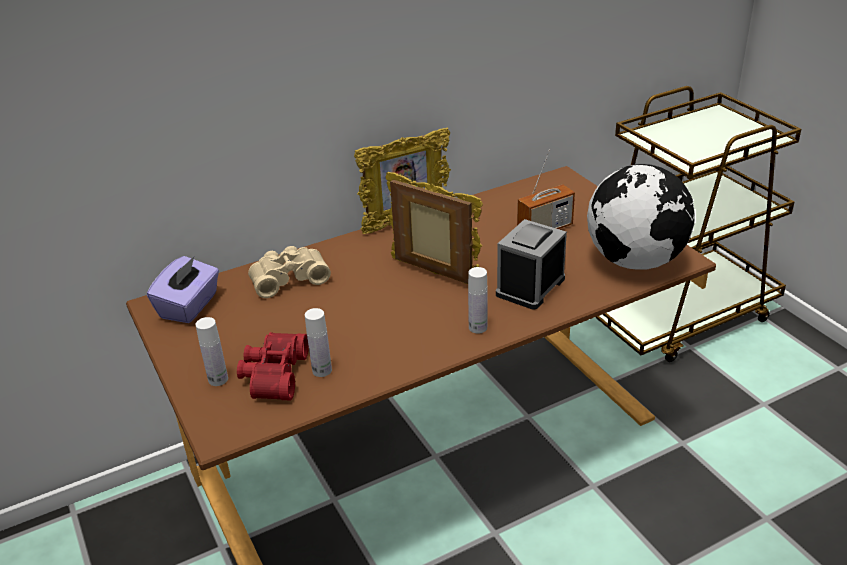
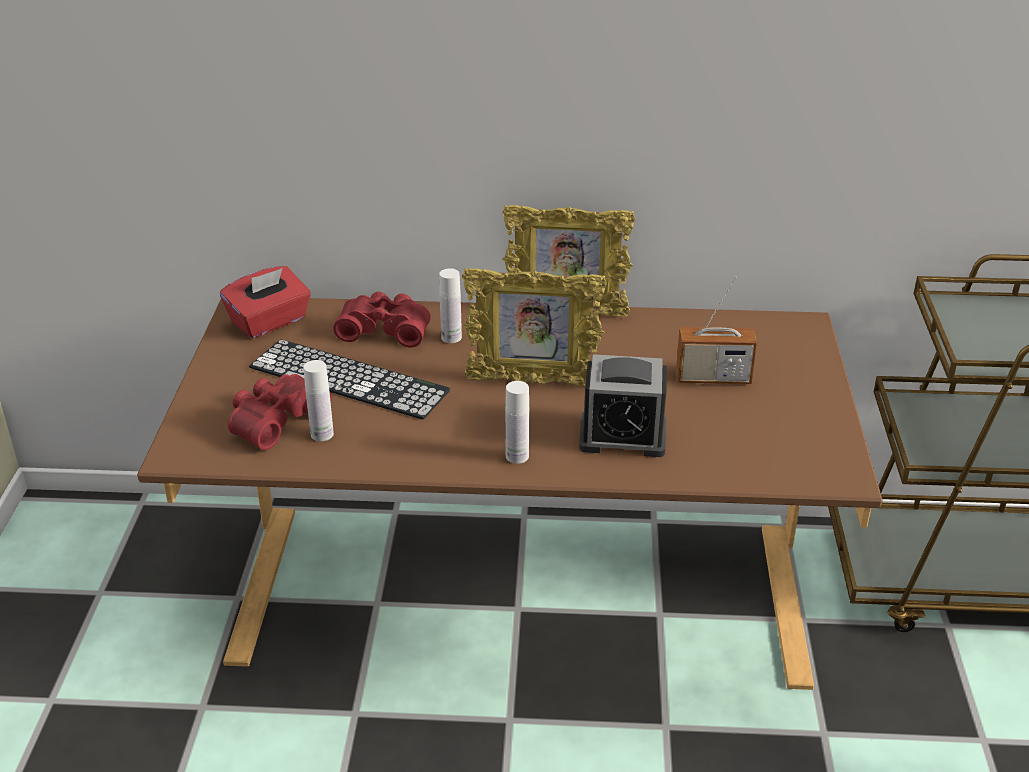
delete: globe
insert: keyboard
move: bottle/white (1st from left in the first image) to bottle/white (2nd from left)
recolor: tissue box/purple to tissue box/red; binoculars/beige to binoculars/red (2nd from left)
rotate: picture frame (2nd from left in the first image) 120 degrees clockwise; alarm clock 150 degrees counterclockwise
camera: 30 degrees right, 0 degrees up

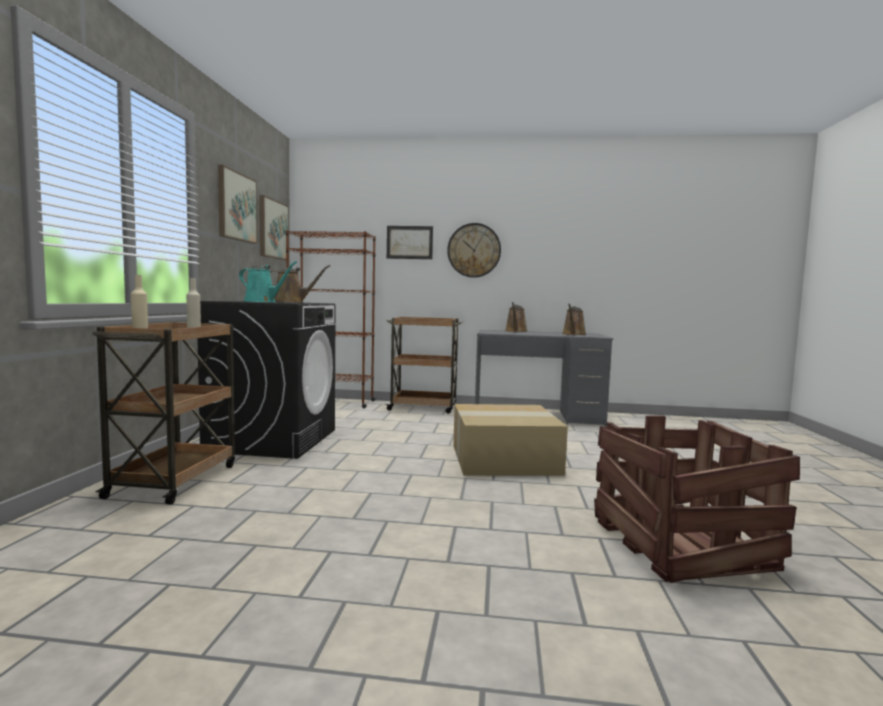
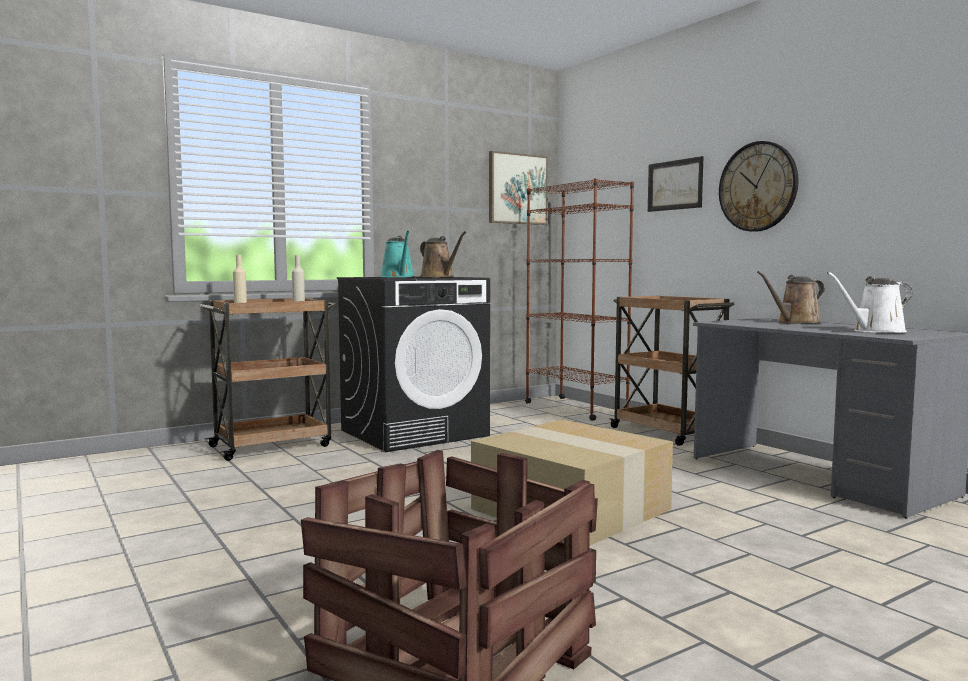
delete: picture (1st from left)
recolor: watering can/brown (3rd from left) to watering can/white
camera: 50 degrees right, 0 degrees up

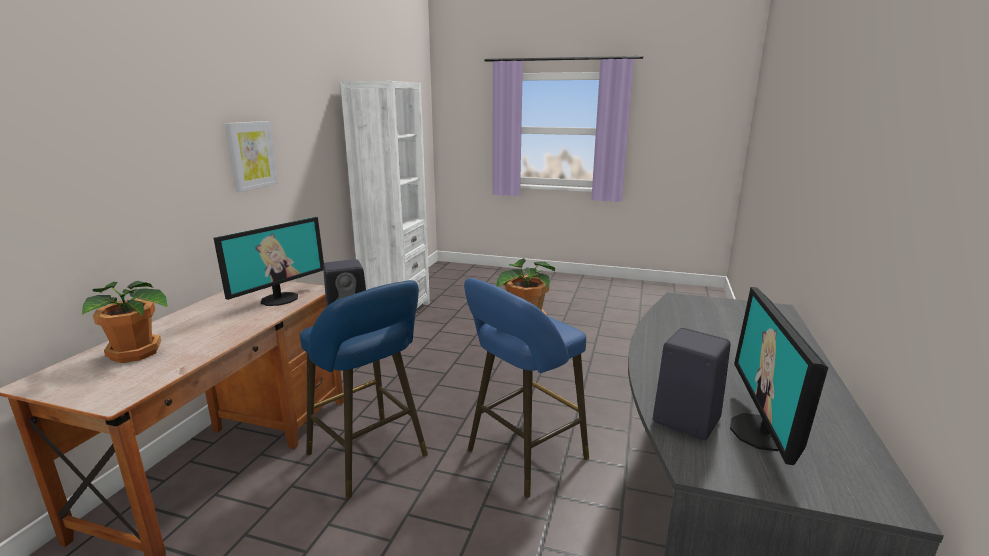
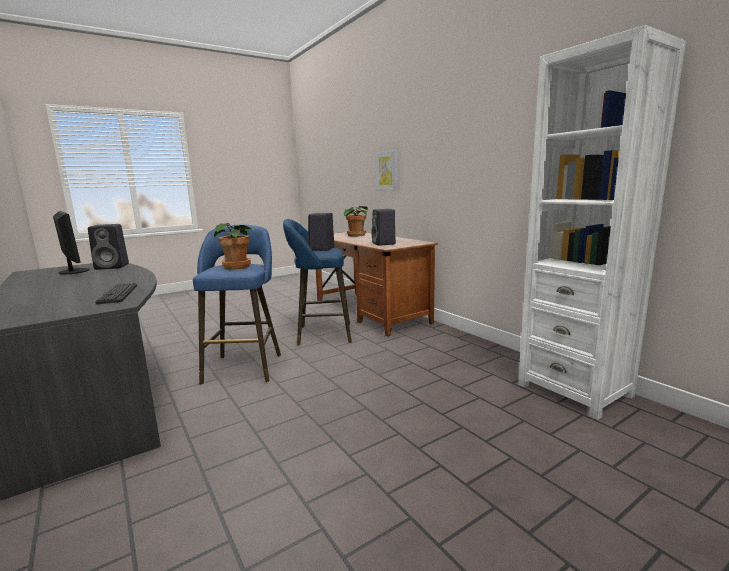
insert: keyboard
move: picture
replace: monitor (1st from left) to speaker/black (3rd from left)
camera: 130 degrees right, 5 degrees down

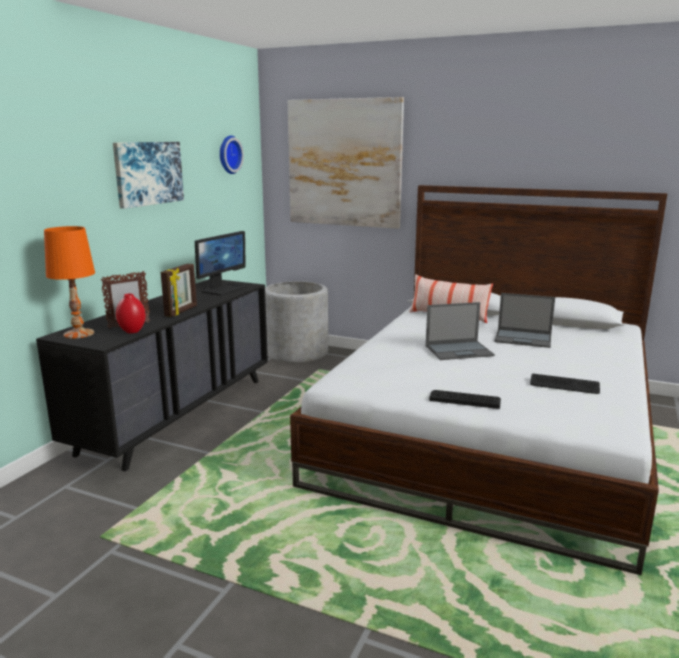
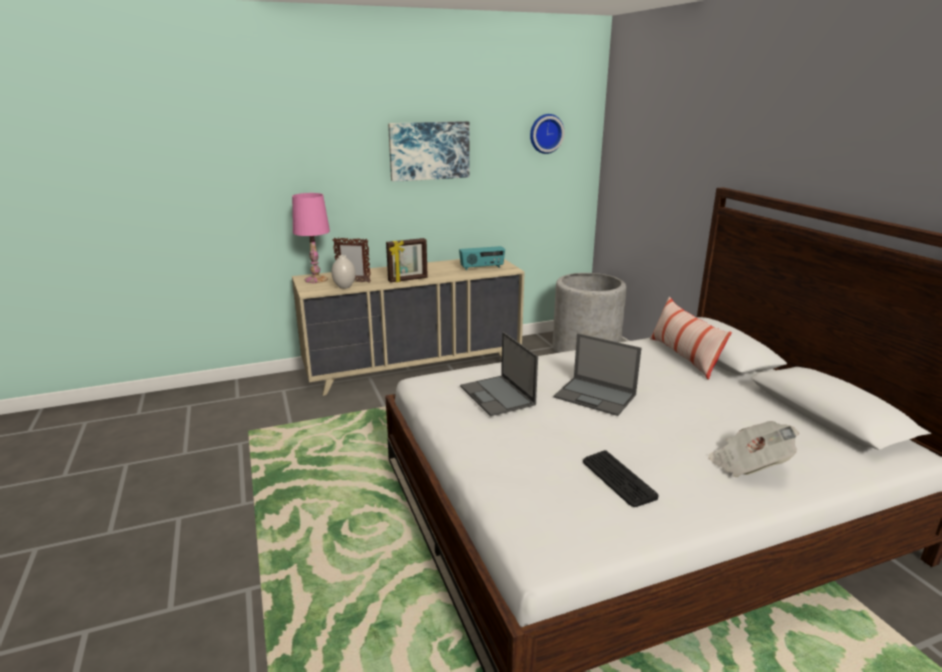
delete: picture (2nd from left); keyboard (1st from left)
insert: newspaper
move: laptop (2nd from left in the first image) to laptop (1st from left)
replace: monitor to radio
recolor: dresser/black to dresser/beige; table lamp/orange to table lamp/pink; vase/red to vase/white
camera: 45 degrees right, 5 degrees up

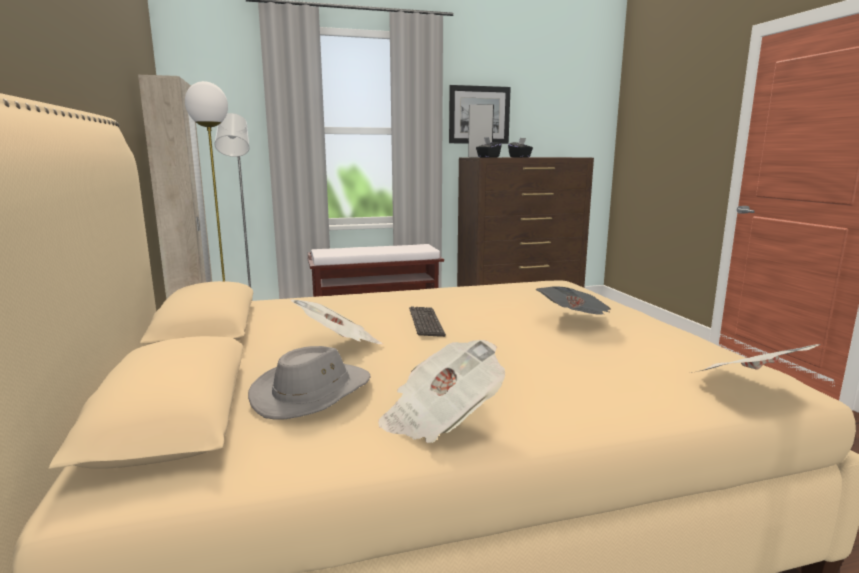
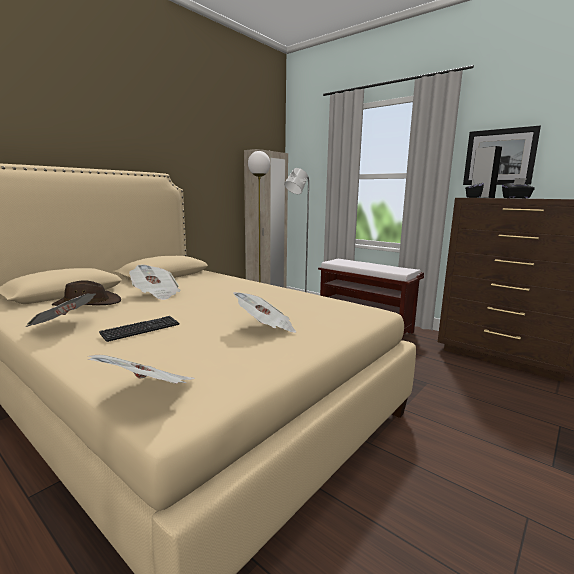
move: keyboard
recolor: hat/grey to hat/brown
camera: 55 degrees right, 0 degrees up

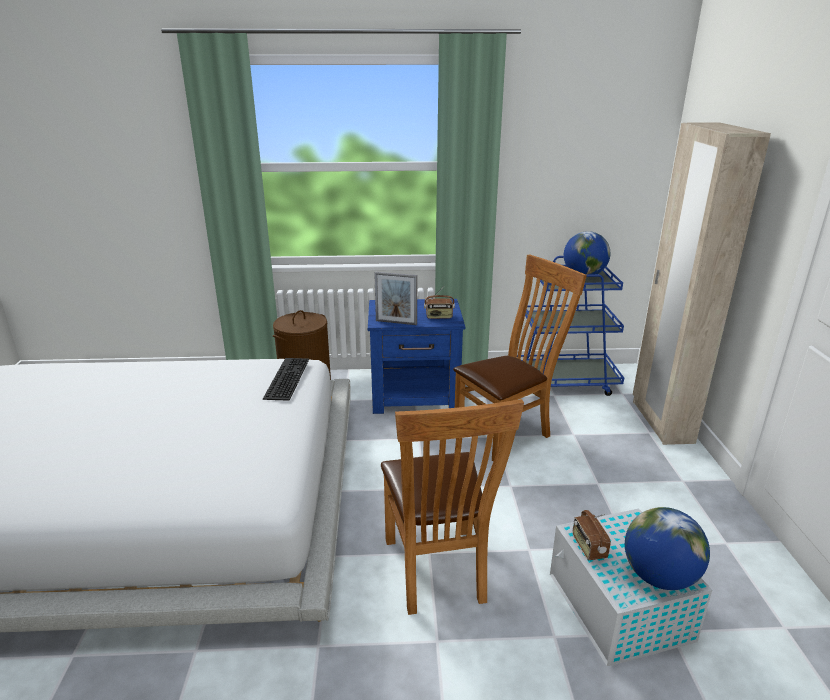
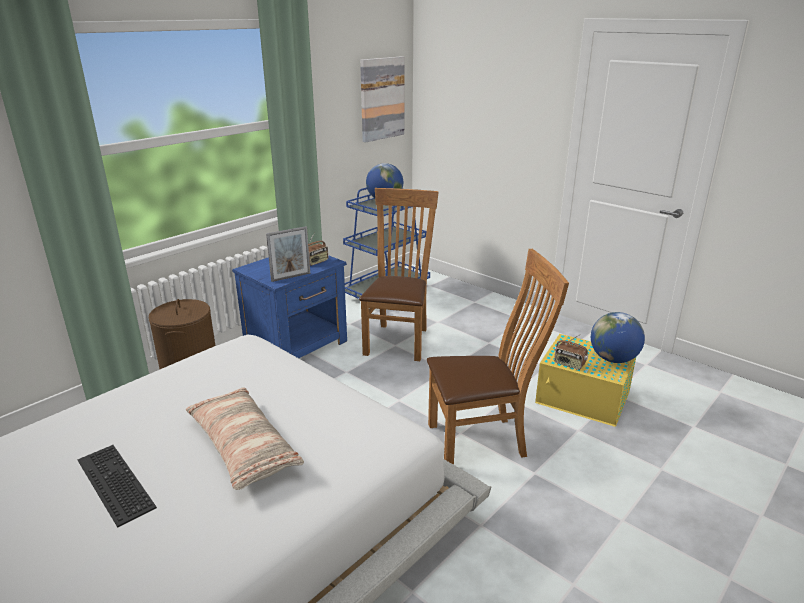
delete: wardrobe/beige
insert: pillow; picture
move: keyboard
recolor: storage box/white to storage box/yellow
rotate: chair/brown (1st from left in the first image) 45 degrees counterclockwise
camera: 45 degrees left, 0 degrees up

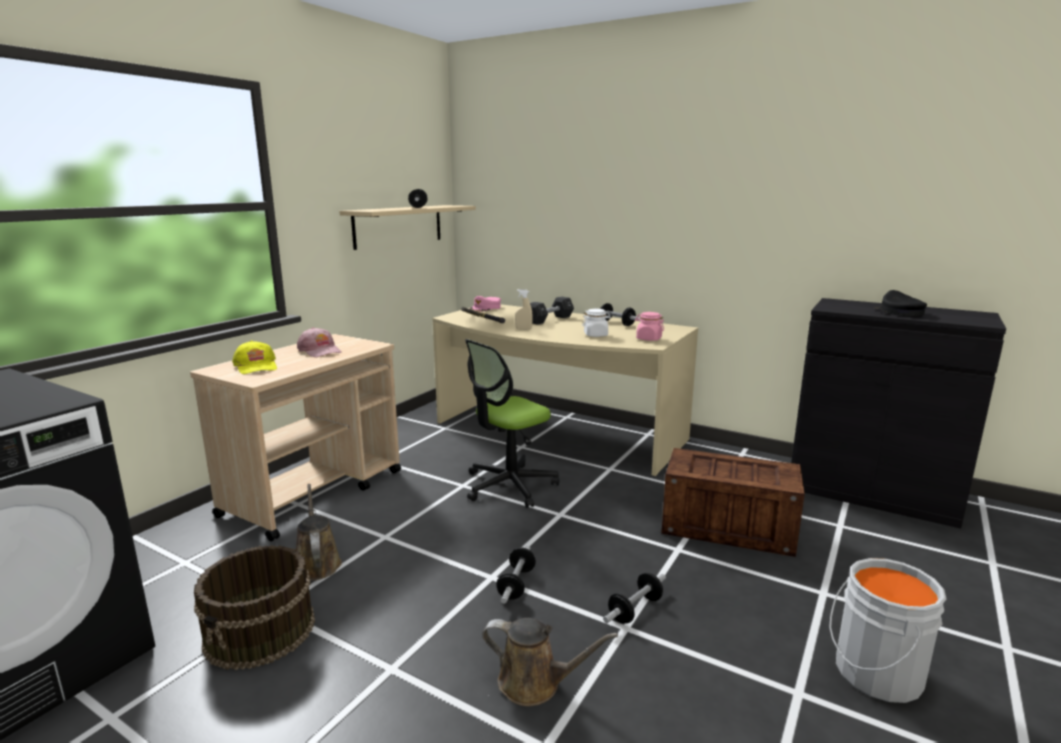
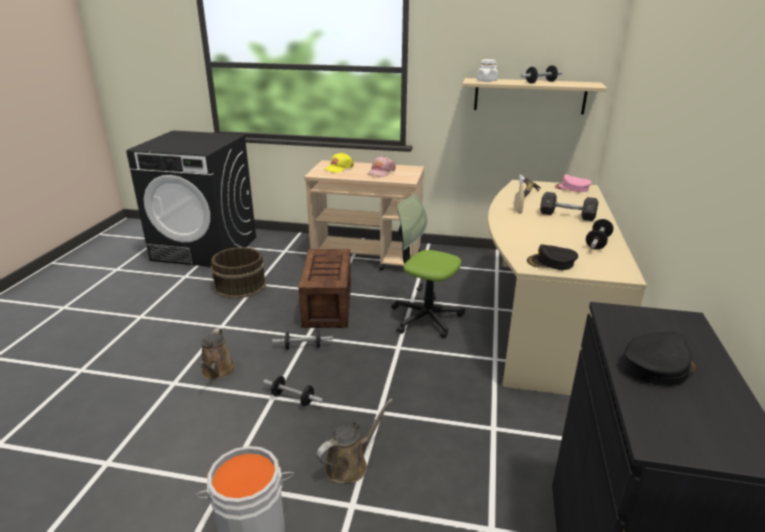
move: watering can/brown (1st from left in the first image) to watering can/brown (2nd from left); jar/white; crate
replace: jar/pink to cap/black (1st from left)
camera: 70 degrees right, 10 degrees up

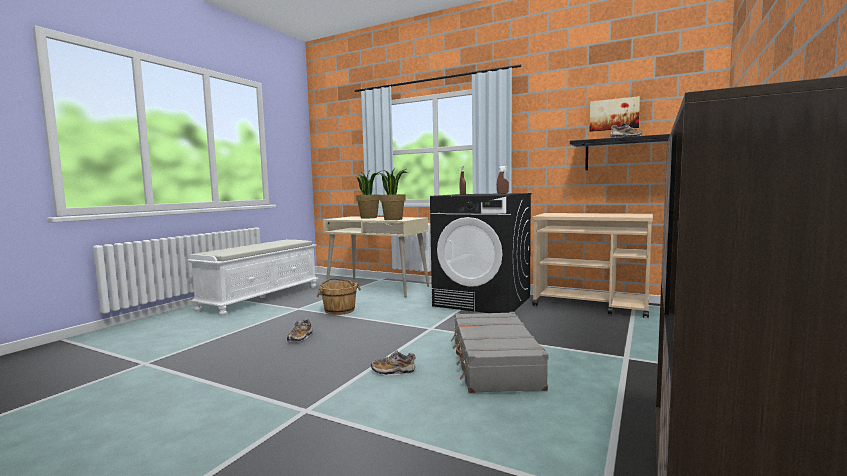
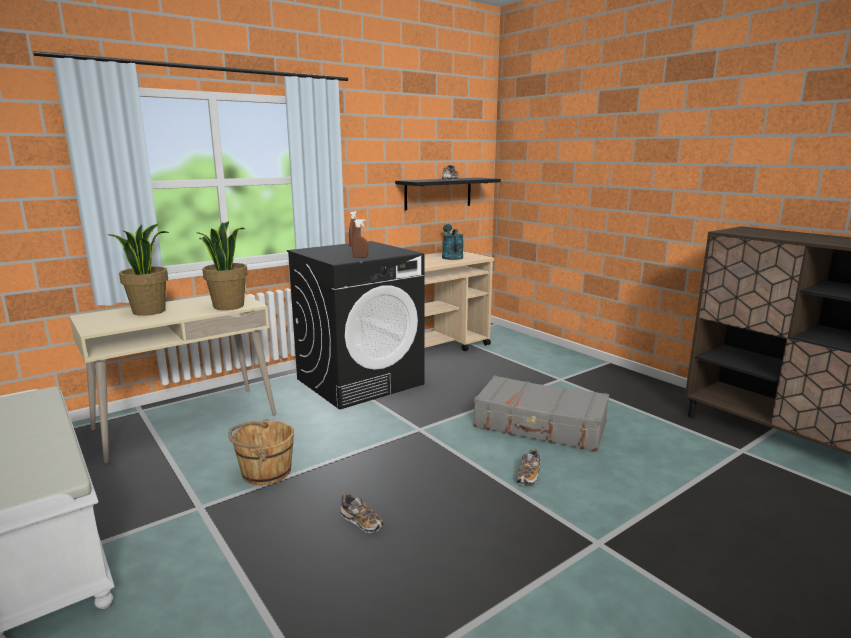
delete: picture
insert: watering can/turquoise
camera: 65 degrees left, 10 degrees up

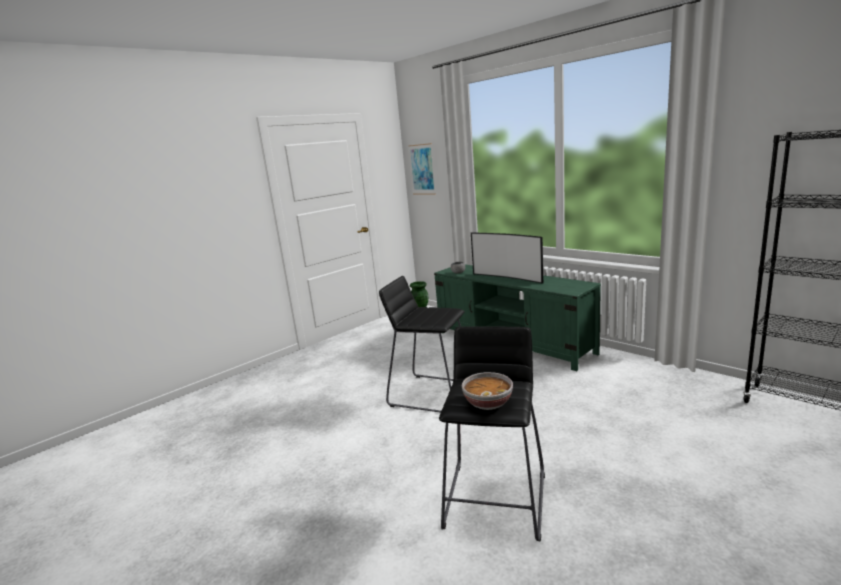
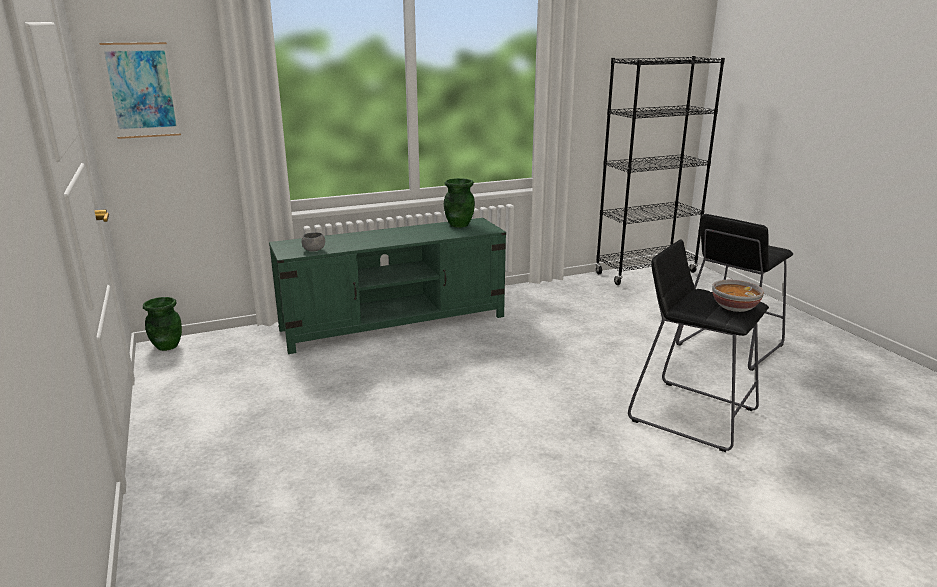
delete: television
insert: vase/green (2nd from left)
move: stool/black (1st from left in the first image) to stool/black (2nd from left)
camera: 70 degrees left, 5 degrees up

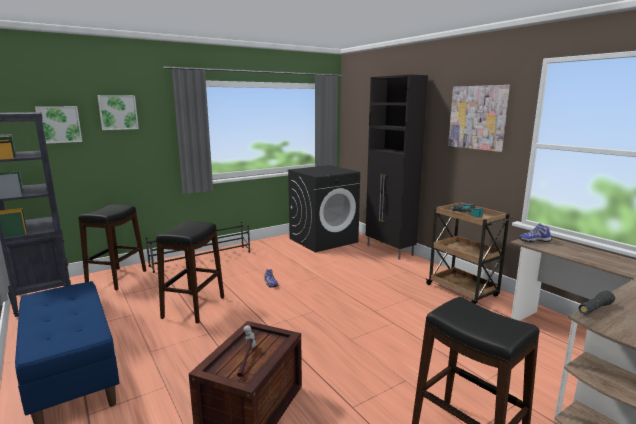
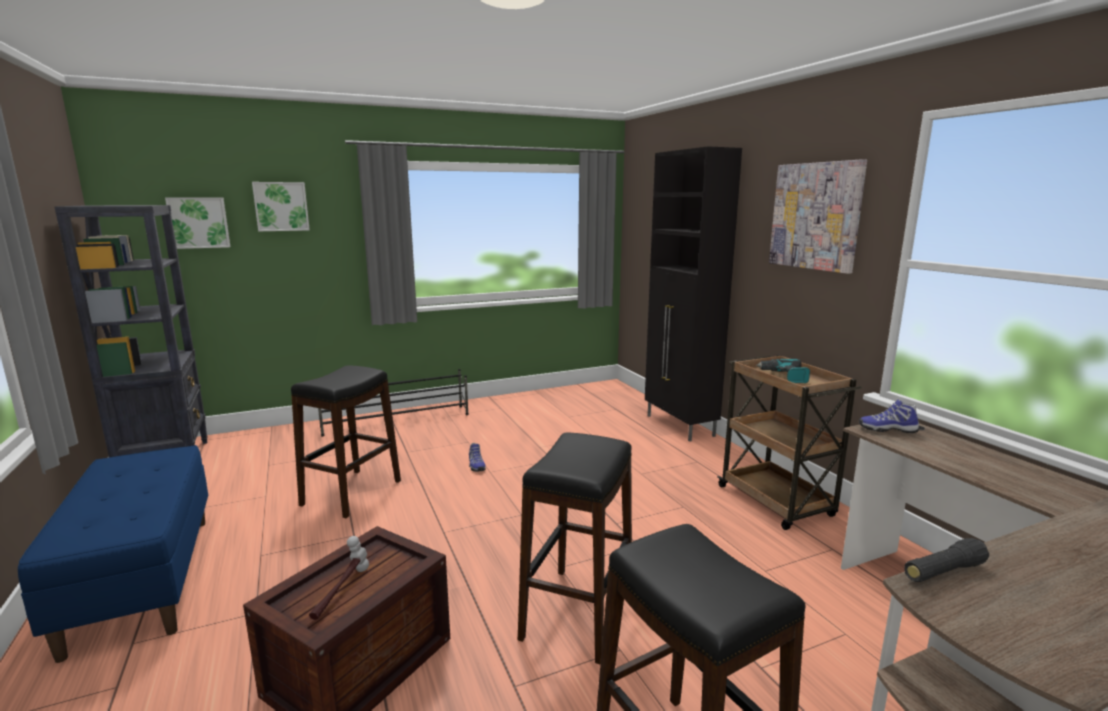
delete: washing machine/black
move: stool/black (1st from left in the first image) to stool/black (2nd from left)
camera: 10 degrees right, 0 degrees up

